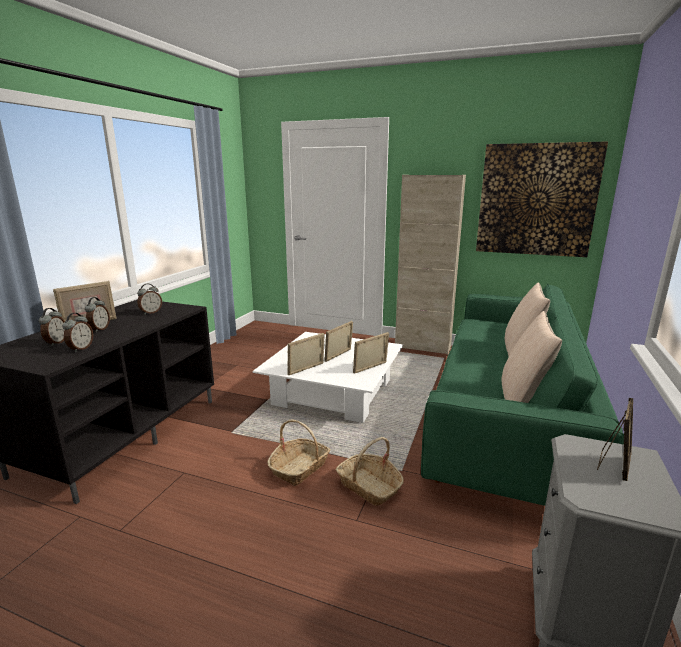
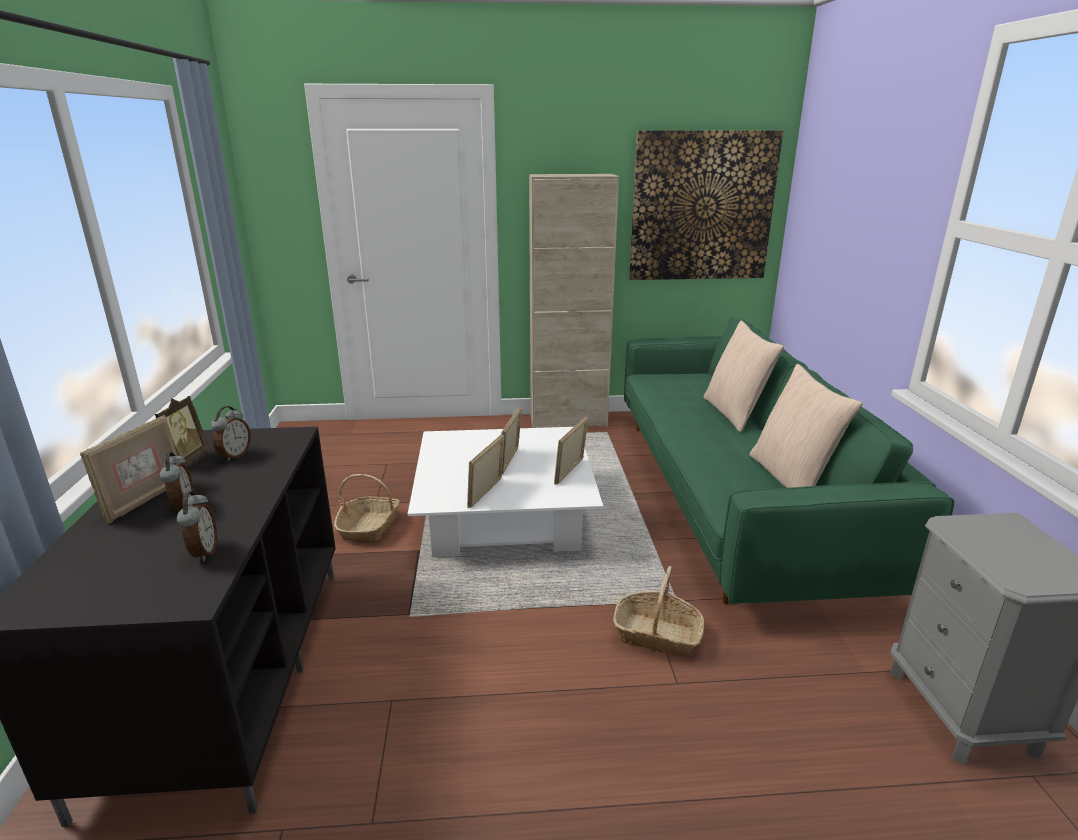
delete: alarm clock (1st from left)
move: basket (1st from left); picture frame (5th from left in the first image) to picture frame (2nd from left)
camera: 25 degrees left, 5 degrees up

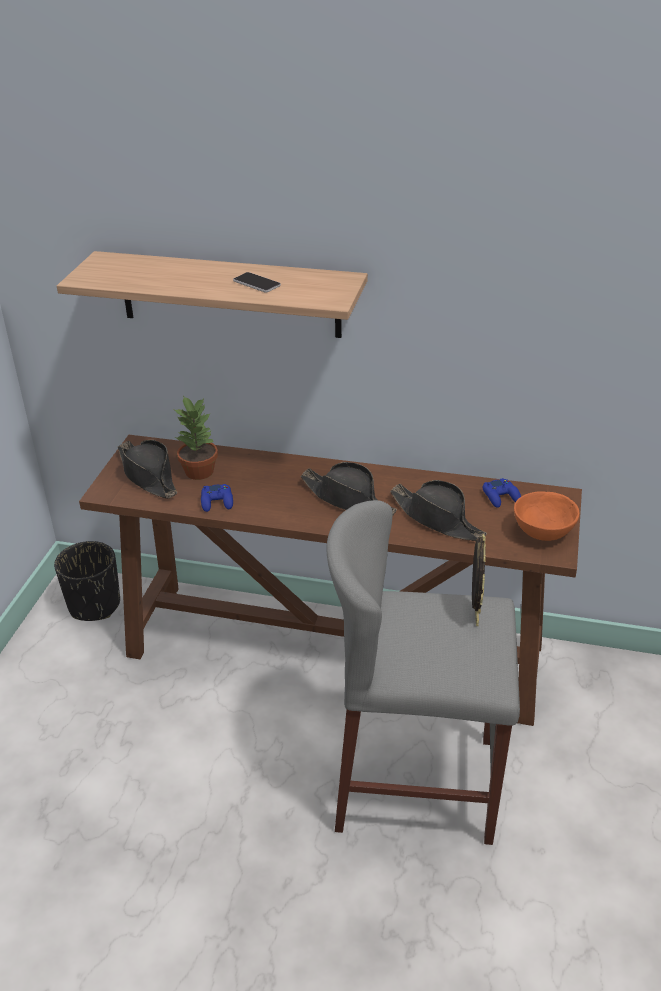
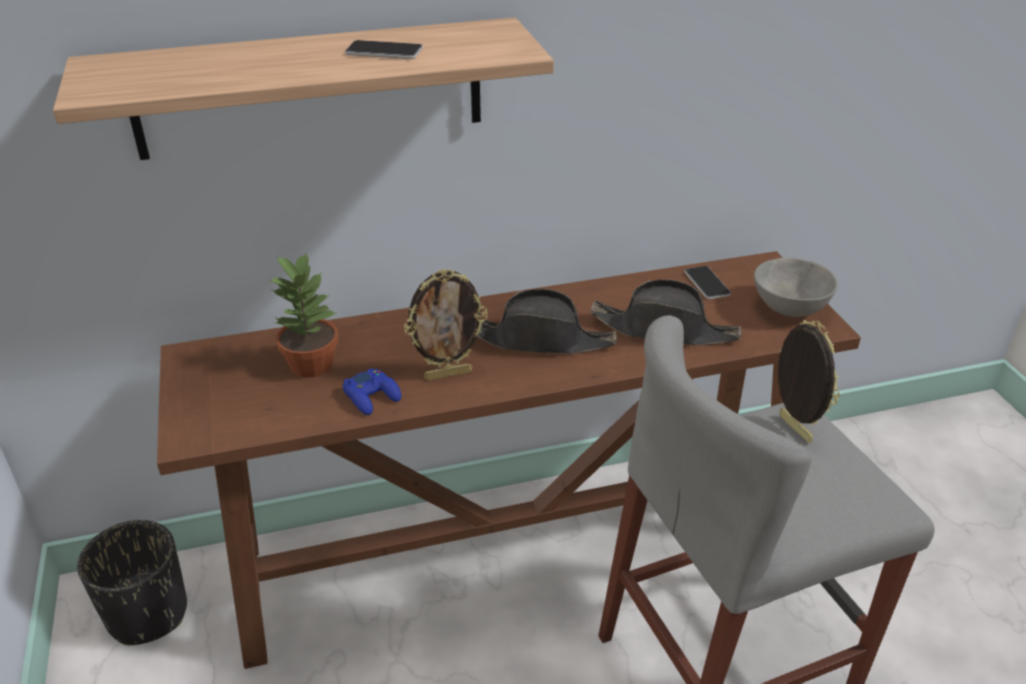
delete: hat/black (1st from left)
insert: picture frame (1st from left)
replace: game controller/blue (2nd from left) to phone (2nd from left)
recolor: bowl/orange to bowl/grey
camera: 30 degrees left, 0 degrees up

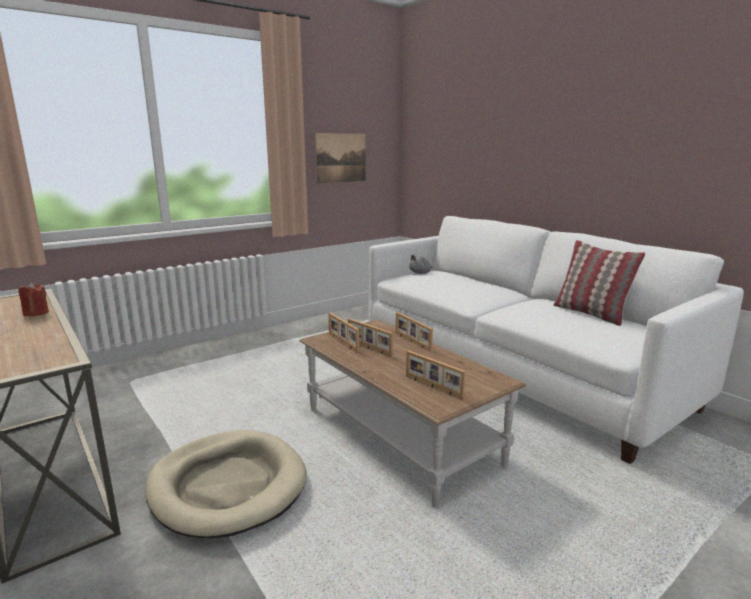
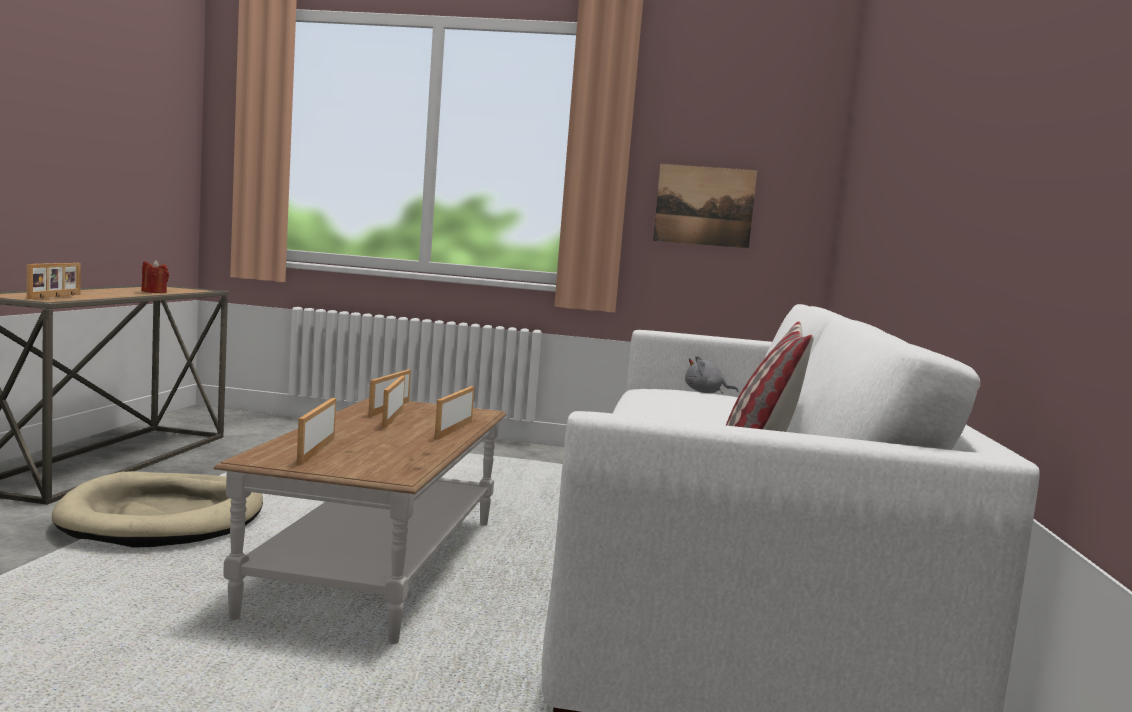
insert: picture frame (1st from left)
camera: 45 degrees right, 10 degrees down

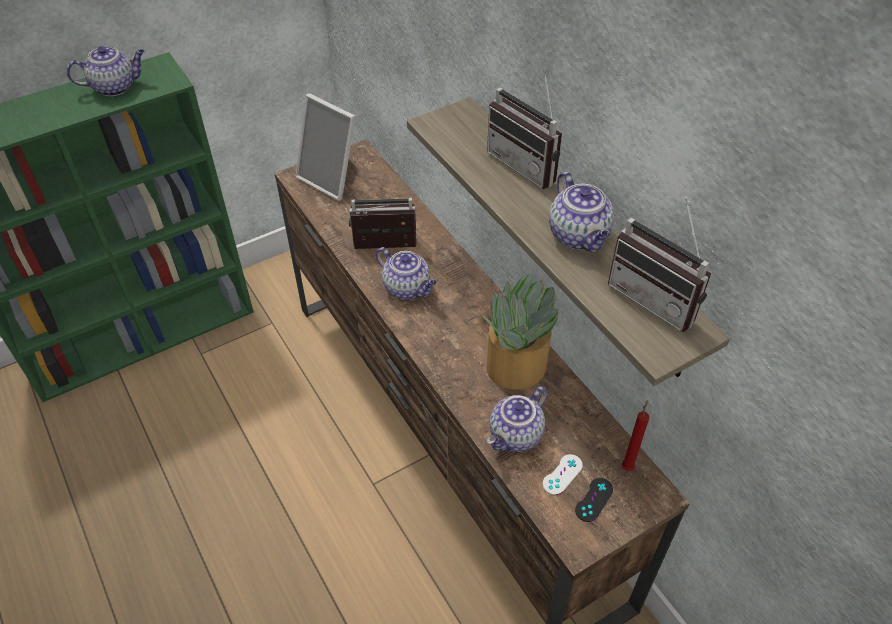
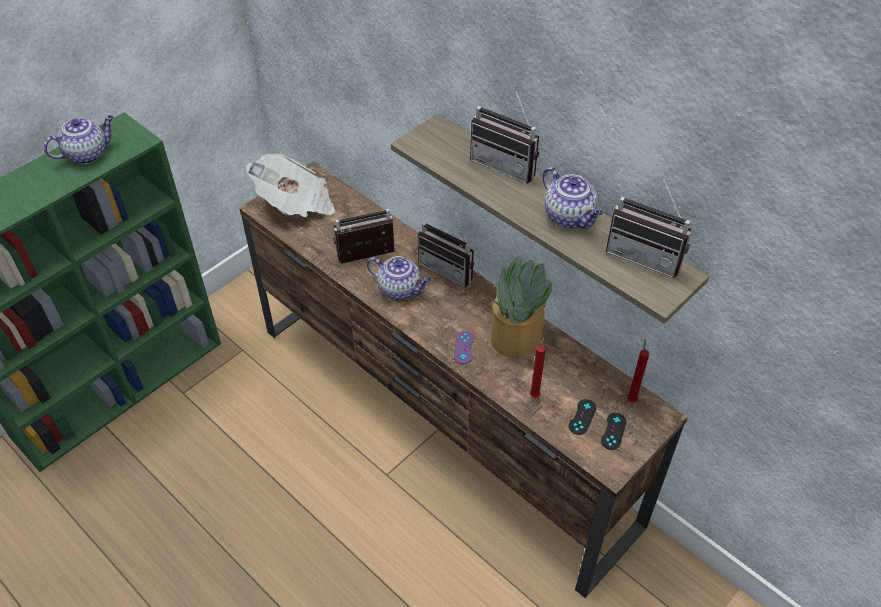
insert: radio (2nd from left); game controller/purple
replace: picture frame to newspaper; teapot (3rd from left) to candle/red (1st from left)
recolor: game controller/white to game controller/black (1st from left)
camera: 15 degrees left, 0 degrees up

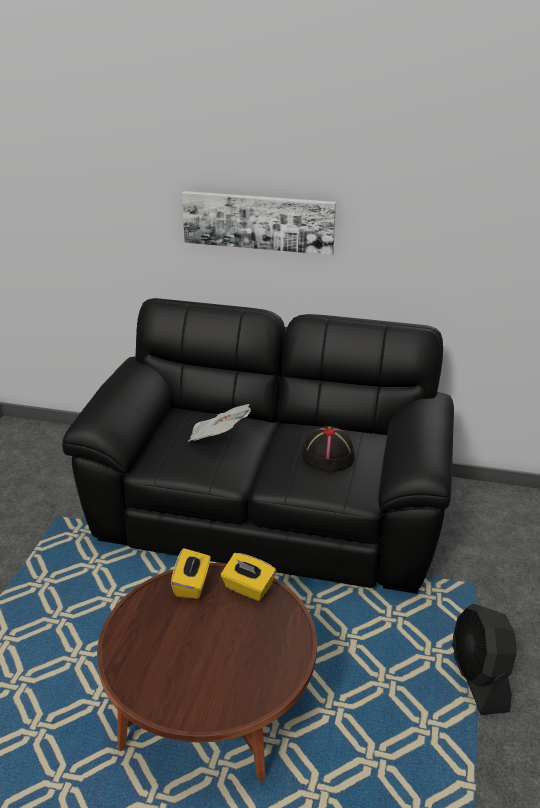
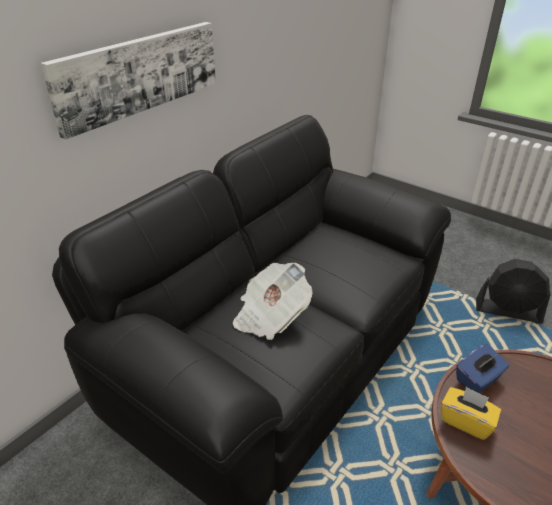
delete: hat/black
recolor: tissue box/yellow (2nd from left) to tissue box/blue
camera: 65 degrees left, 5 degrees up

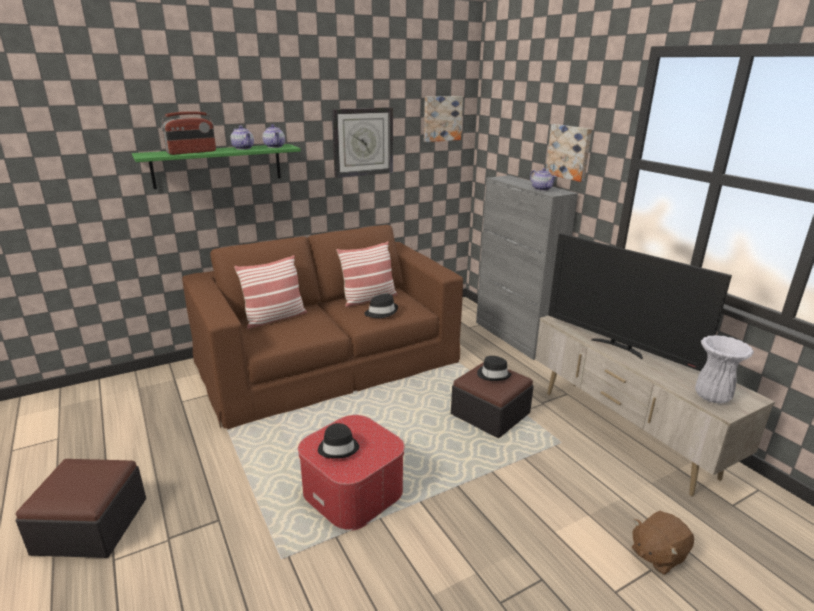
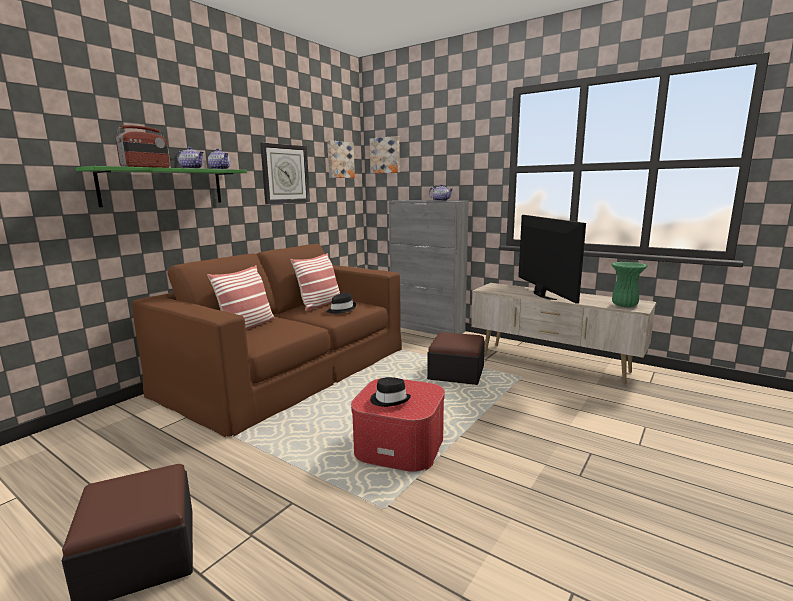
delete: hat/black (3rd from left); plush toy/brown
move: picture (2nd from left)
recolor: vase/white to vase/green
rotate: television 120 degrees counterclockwise
camera: 25 degrees left, 10 degrees down

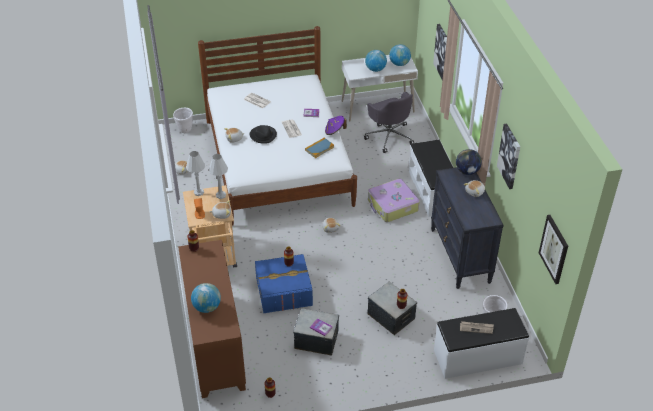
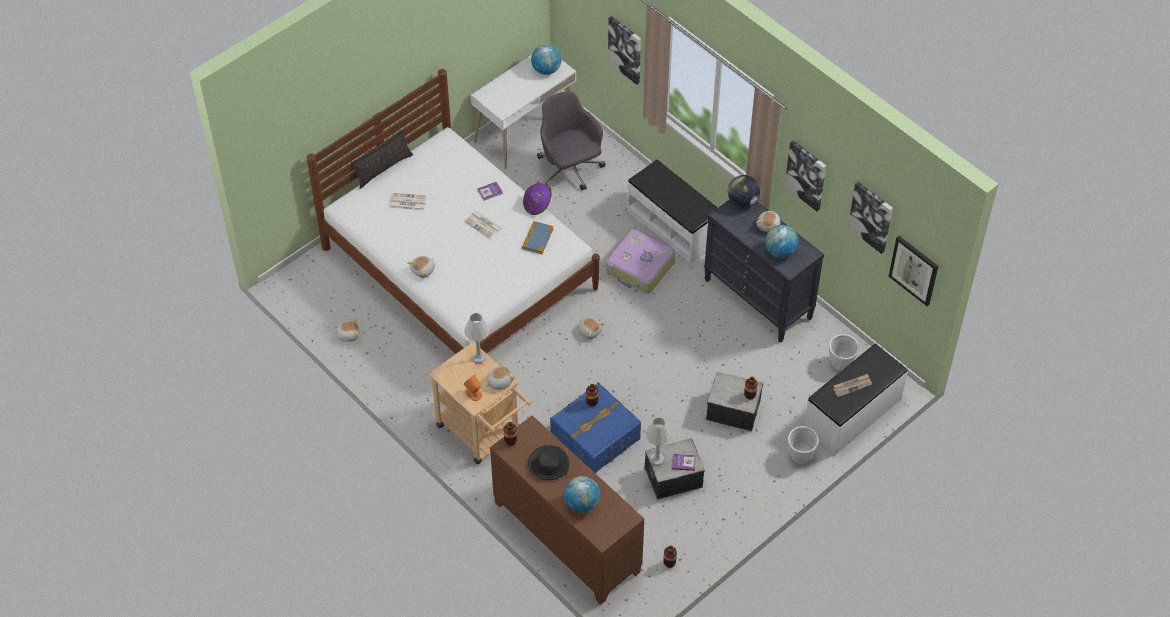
insert: pillow; picture (3rd from left)
move: planter/white (1st from left); table lamp/white (1st from left in the first image) to table lamp/white (2nd from left); hat/black; globe (2nd from left in the first image) to globe (4th from left)
rotate: office chair/grey 150 degrees counterclockwise
camera: 30 degrees left, 10 degrees up

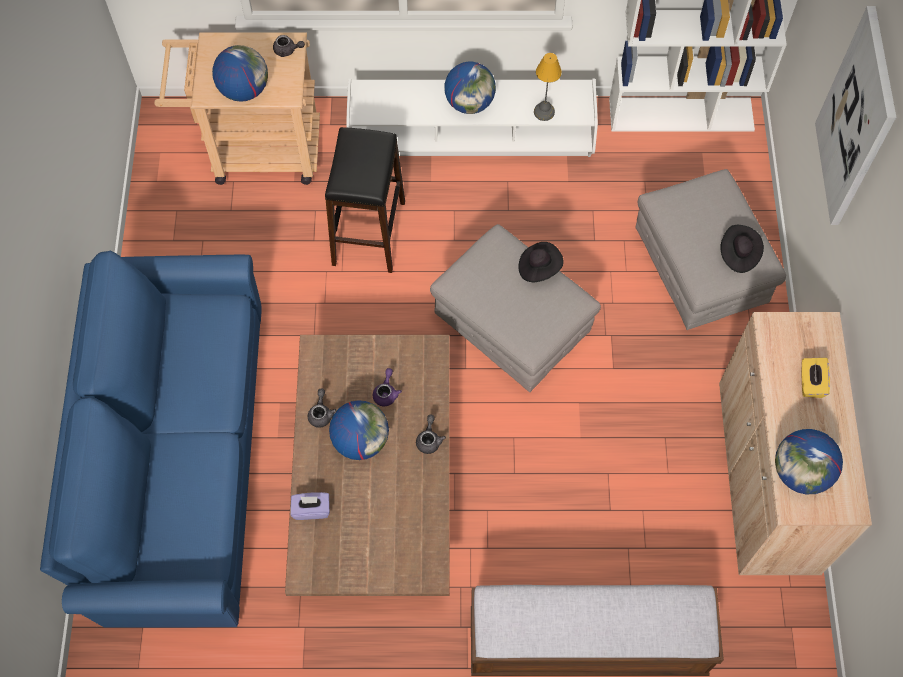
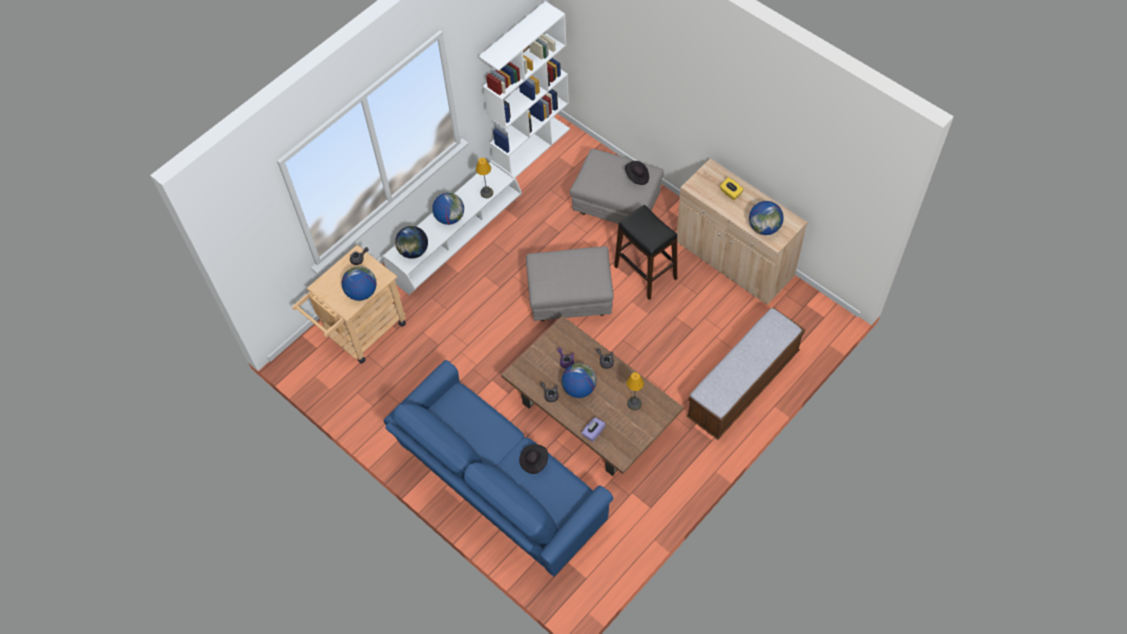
delete: picture
insert: globe (2nd from left); table lamp (2nd from left)
move: stool/black; hat/black (1st from left)
camera: 45 degrees left, 5 degrees down

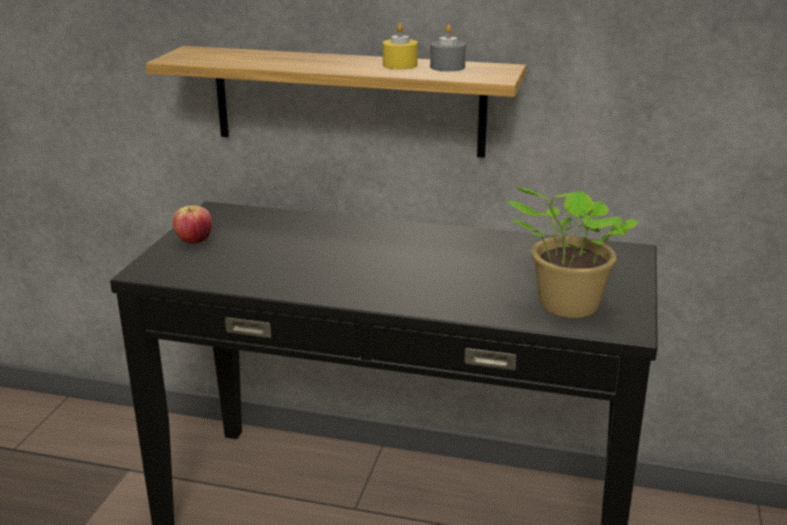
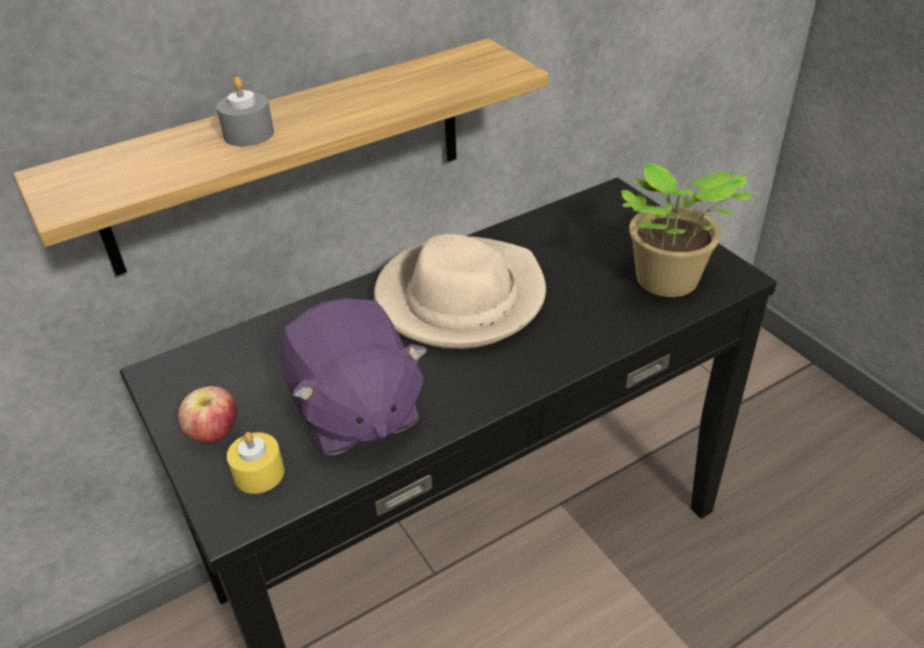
insert: plush toy/purple; hat/beige
move: candle/yellow; candle/grey
camera: 45 degrees left, 15 degrees up

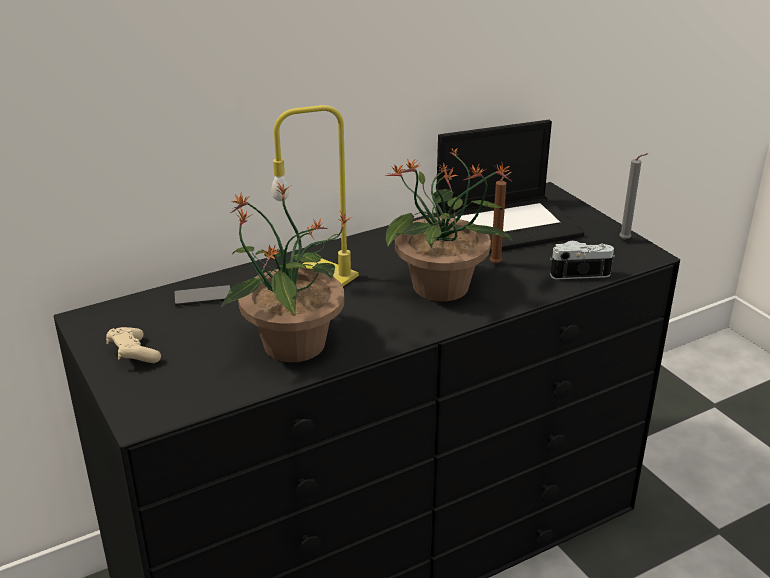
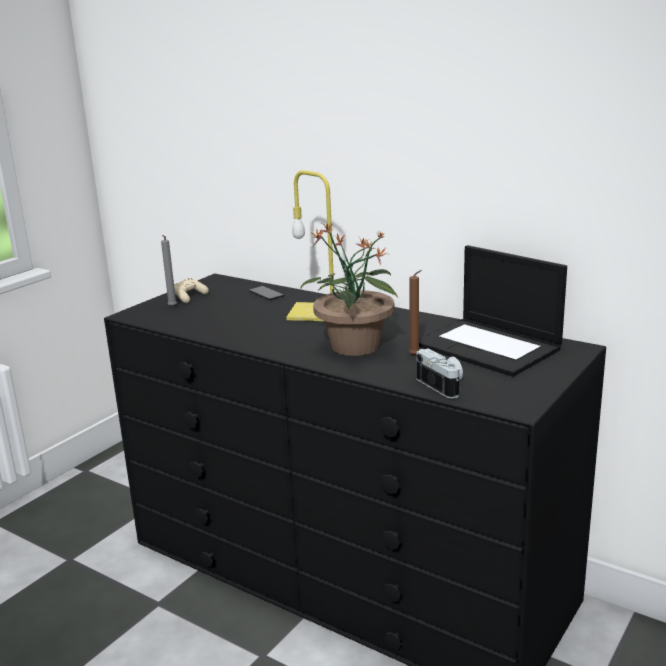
delete: potted plant (1st from left)
move: candle/grey
camera: 65 degrees right, 10 degrees down

